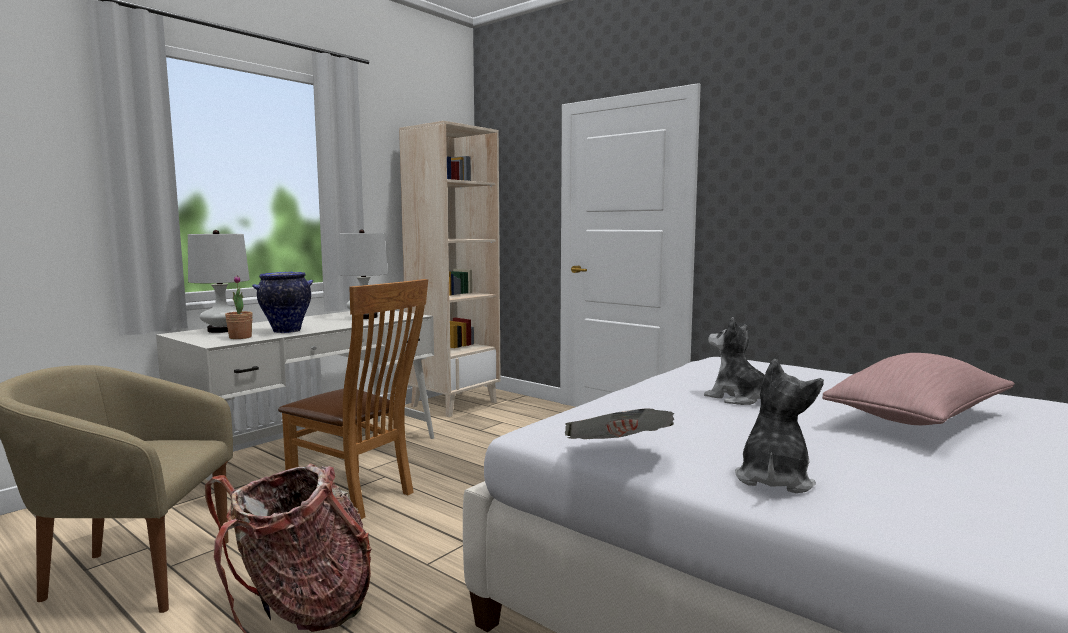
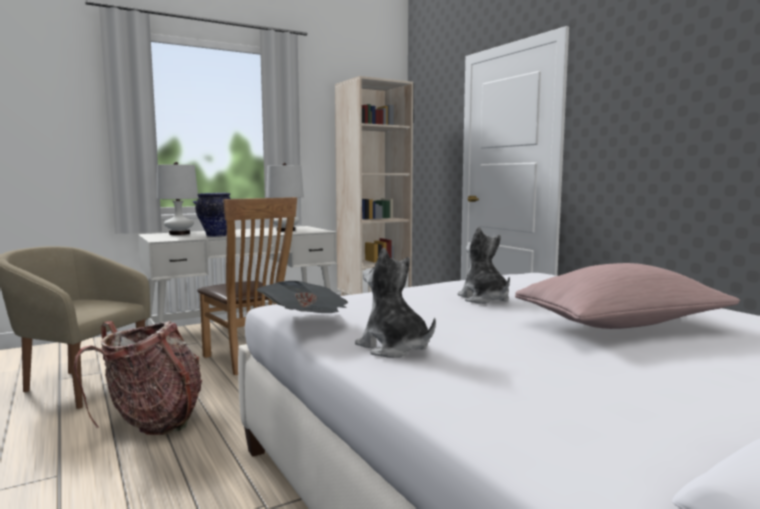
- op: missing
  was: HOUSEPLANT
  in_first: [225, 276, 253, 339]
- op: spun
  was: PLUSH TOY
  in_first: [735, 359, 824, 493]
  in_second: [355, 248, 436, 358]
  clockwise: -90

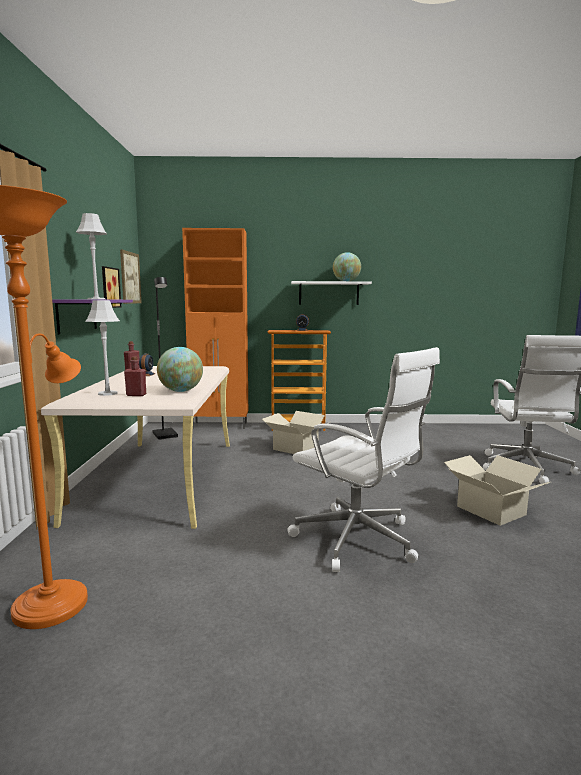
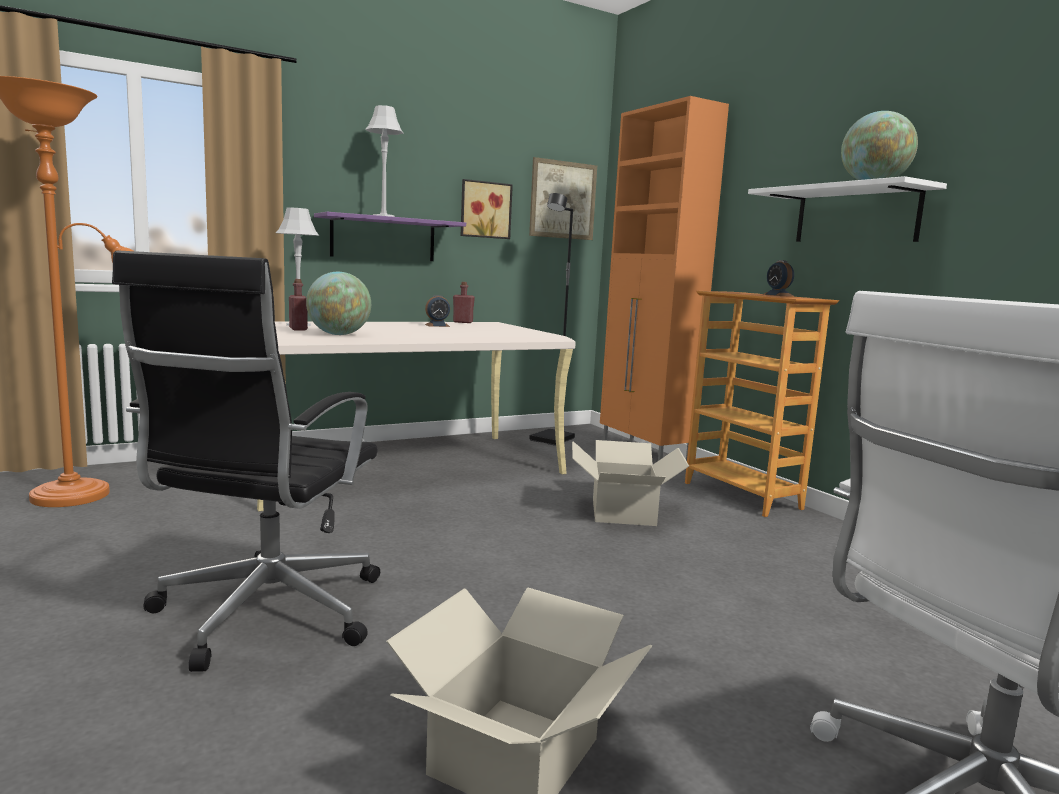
- op: colour
  was: WHITE-COLOURED OFFICE CHAIR
  now: BLACKISH OFFICE CHAIR
  in_first: [287, 347, 440, 572]
  in_second: [112, 250, 380, 672]

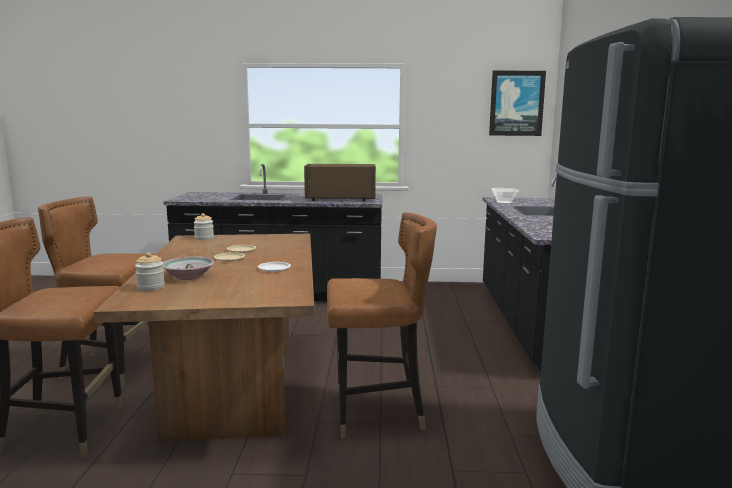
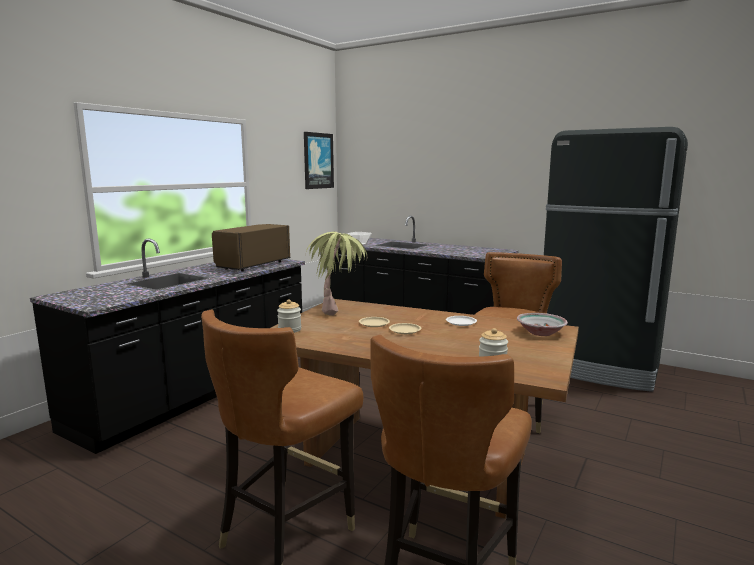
- op: relocated
  was: SERVING BOWL
  in_first: [162, 256, 214, 280]
  in_second: [517, 313, 568, 336]
- op: appeared
  now: HOUSEPLANT
  in_second: [306, 231, 367, 316]

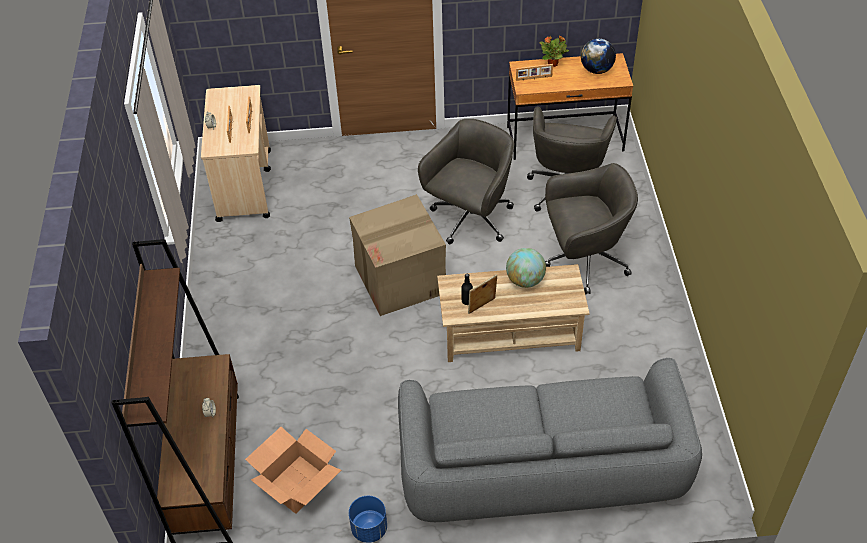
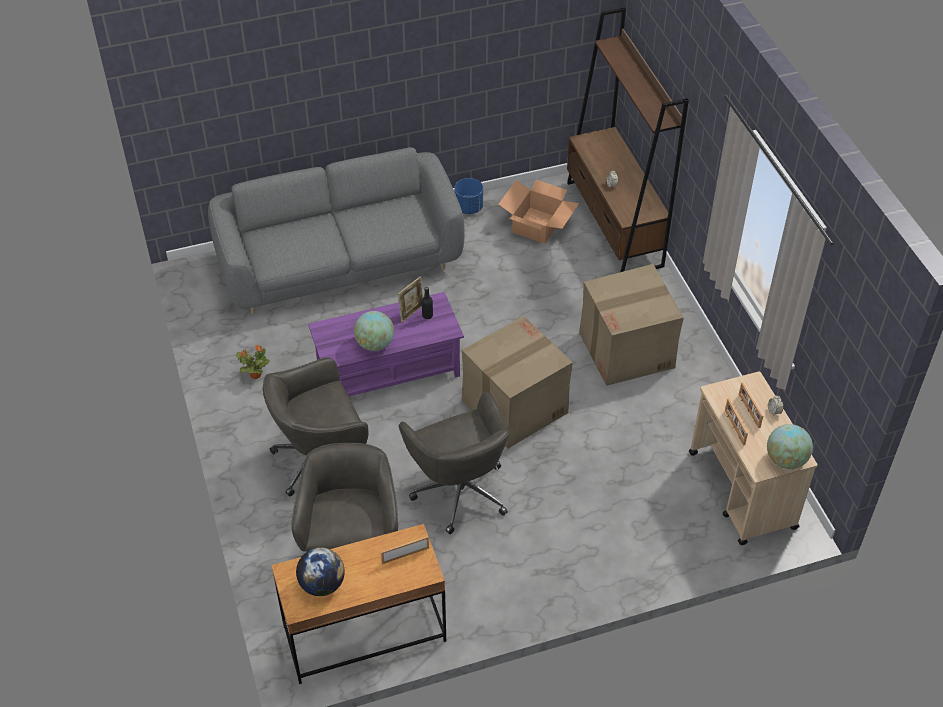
- op: spun
  was: GRAY OFFICE CHAIR
  in_first: [418, 119, 514, 244]
  in_second: [399, 392, 509, 534]
  clockwise: -45
- op: colour
  was: SAND-COLOURED LOUNGE TABLE
  now: PURPLE LOUNGE TABLE
  in_first: [437, 264, 590, 362]
  in_second: [308, 292, 464, 396]
- op: relocated
  was: HOUSEPLANT
  in_first: [539, 36, 569, 67]
  in_second: [236, 345, 270, 379]
- op: appeared
  now: CARTON
  in_second: [579, 264, 684, 386]
- op: appeared
  now: WORLD GLOBE
  in_second: [767, 424, 813, 469]

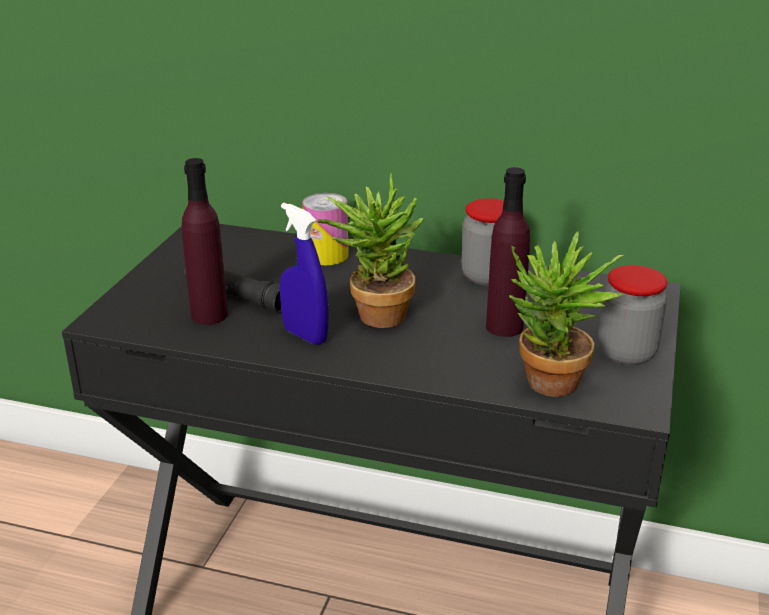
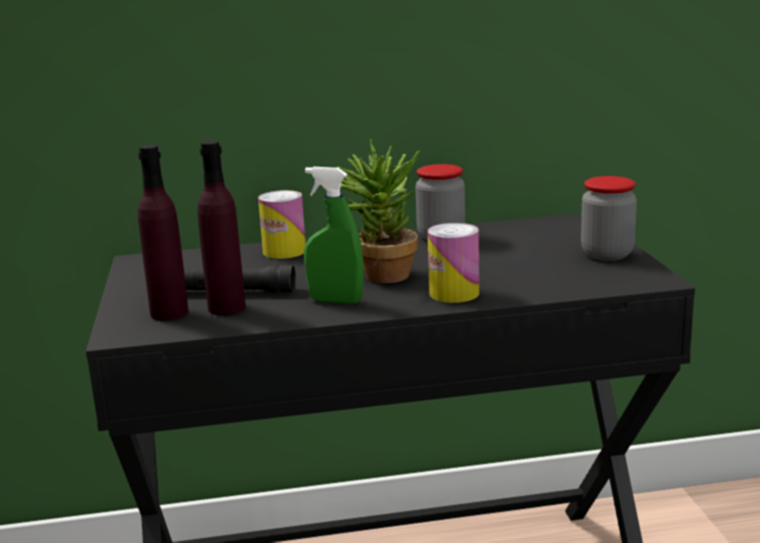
- op: colour
  was: BLUISH HAND SPRAYER
  now: GREENISH HAND SPRAYER
  in_first: [279, 203, 328, 345]
  in_second: [304, 166, 364, 304]
- op: relocated
  was: PURPLE BOTTLE
  in_first: [486, 167, 530, 337]
  in_second: [138, 145, 189, 320]
- op: missing
  was: HOUSEPLANT
  in_first: [509, 231, 624, 397]
- op: appeared
  now: METAL CAN
  in_second: [428, 223, 479, 303]

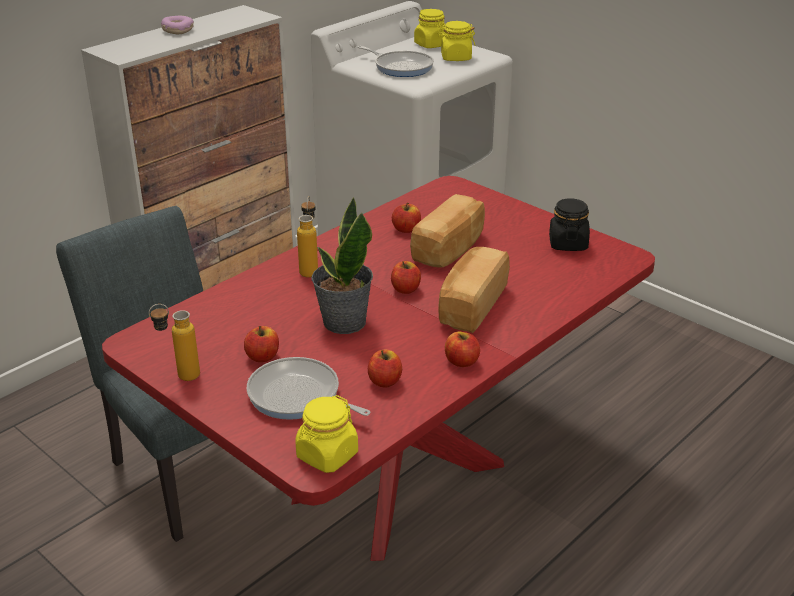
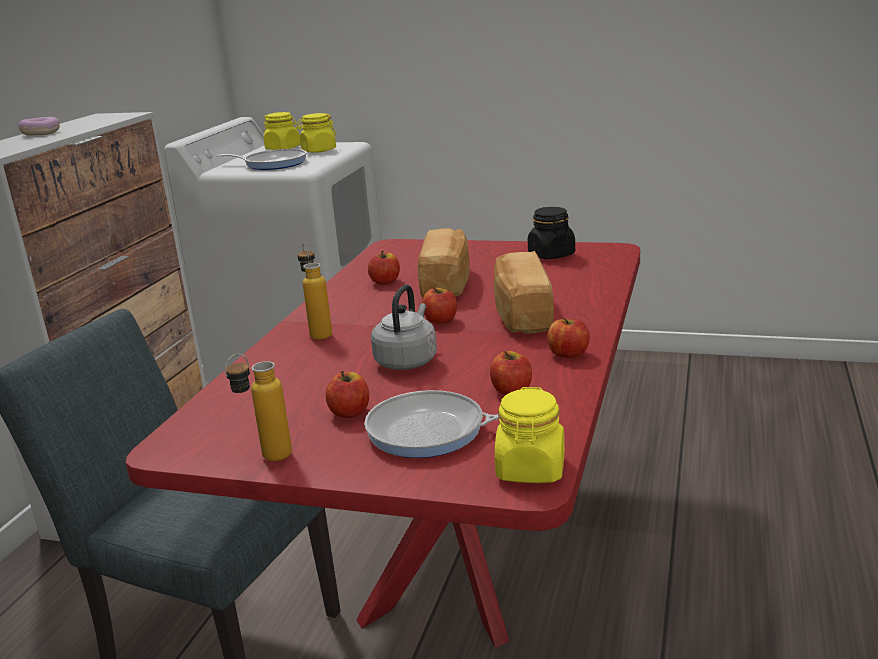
- op: exchanged
  was: HOUSEPLANT
  now: GRAY WATER KETTLE
  in_first: [312, 197, 373, 334]
  in_second: [371, 285, 437, 370]

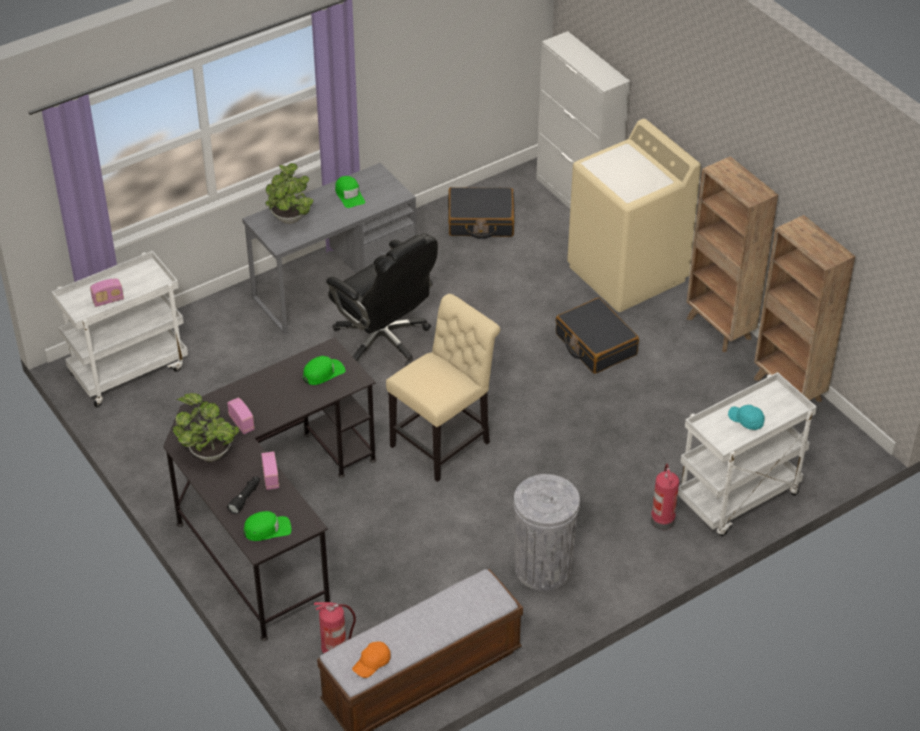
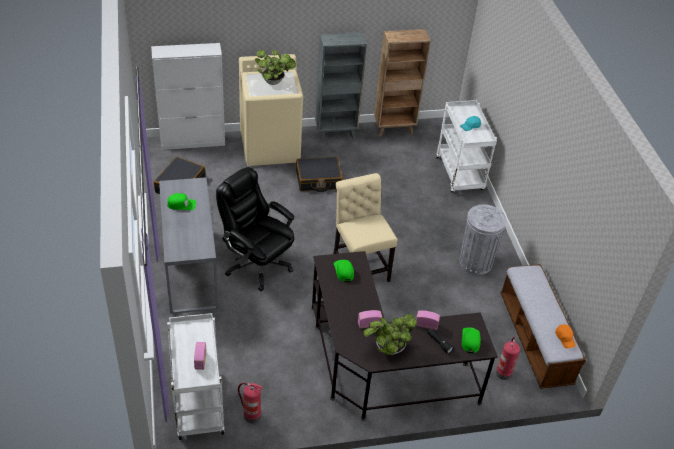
- op: relocated
  was: HOUSEPLANT
  in_first: [265, 163, 314, 224]
  in_second: [255, 50, 296, 85]
- op: spun
  was: BLACKISH OFFICE CHAIR
  in_first: [326, 233, 438, 366]
  in_second: [216, 167, 294, 291]
  clockwise: -120
- op: relocated
  was: FIRE-FIGHTING CYLINDER
  in_first: [651, 464, 679, 530]
  in_second: [238, 383, 262, 423]
- op: colour
  was: BROWN-COLOURED BOOKCASE
  now: GRAY BOOKCASE
  in_first: [687, 156, 778, 352]
  in_second: [315, 32, 367, 141]

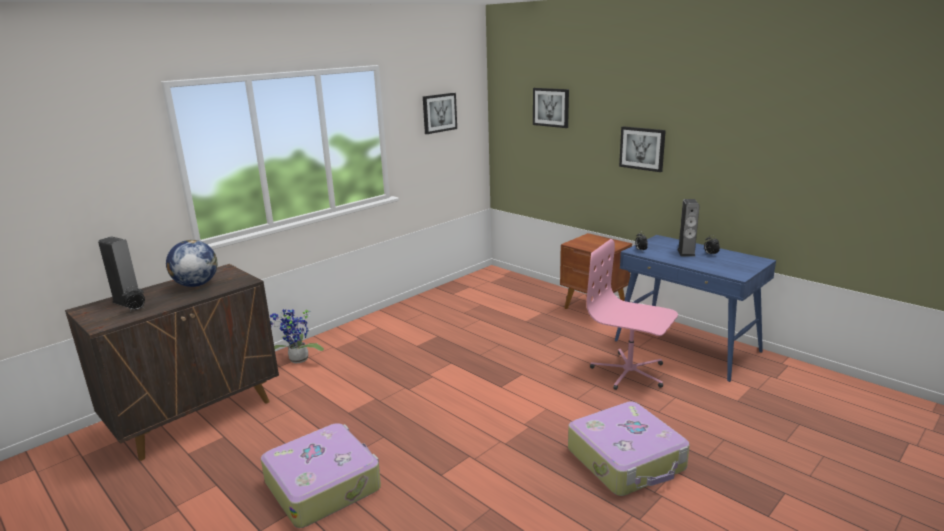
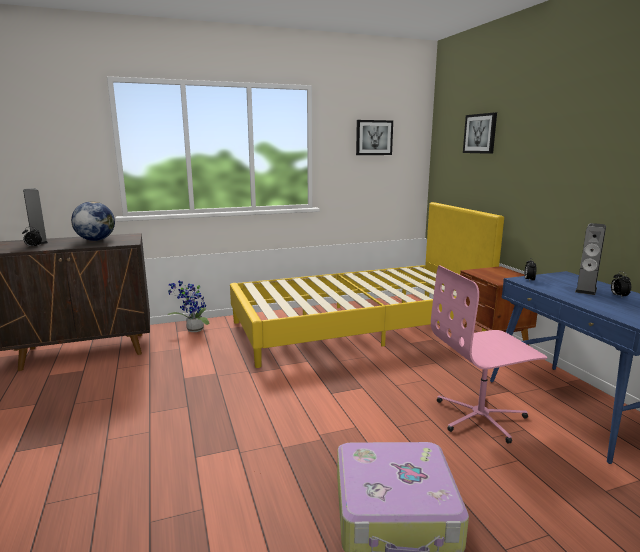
- op: missing
  was: PIECE OF LUGGAGE
  in_first: [260, 423, 381, 528]
- op: spun
  was: PINK-COLOURED OFFICE CHAIR
  in_first: [586, 239, 678, 390]
  in_second: [431, 265, 548, 444]
  clockwise: -75
- op: missing
  was: PICTURE
  in_first: [619, 126, 666, 172]
- op: appeared
  now: YELLOWISH SLEEPING BED
  in_second: [230, 202, 504, 368]

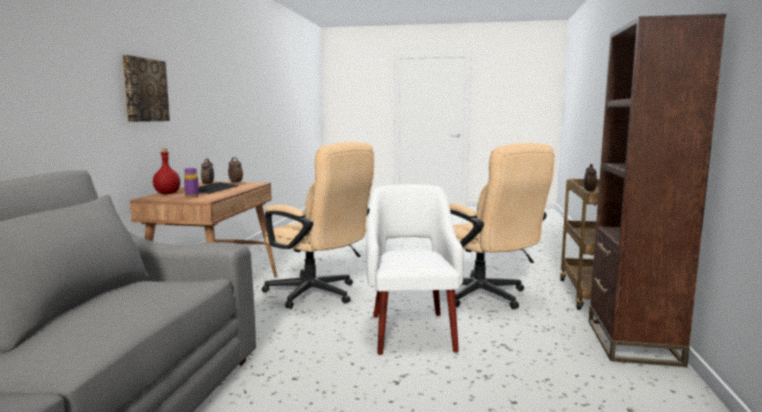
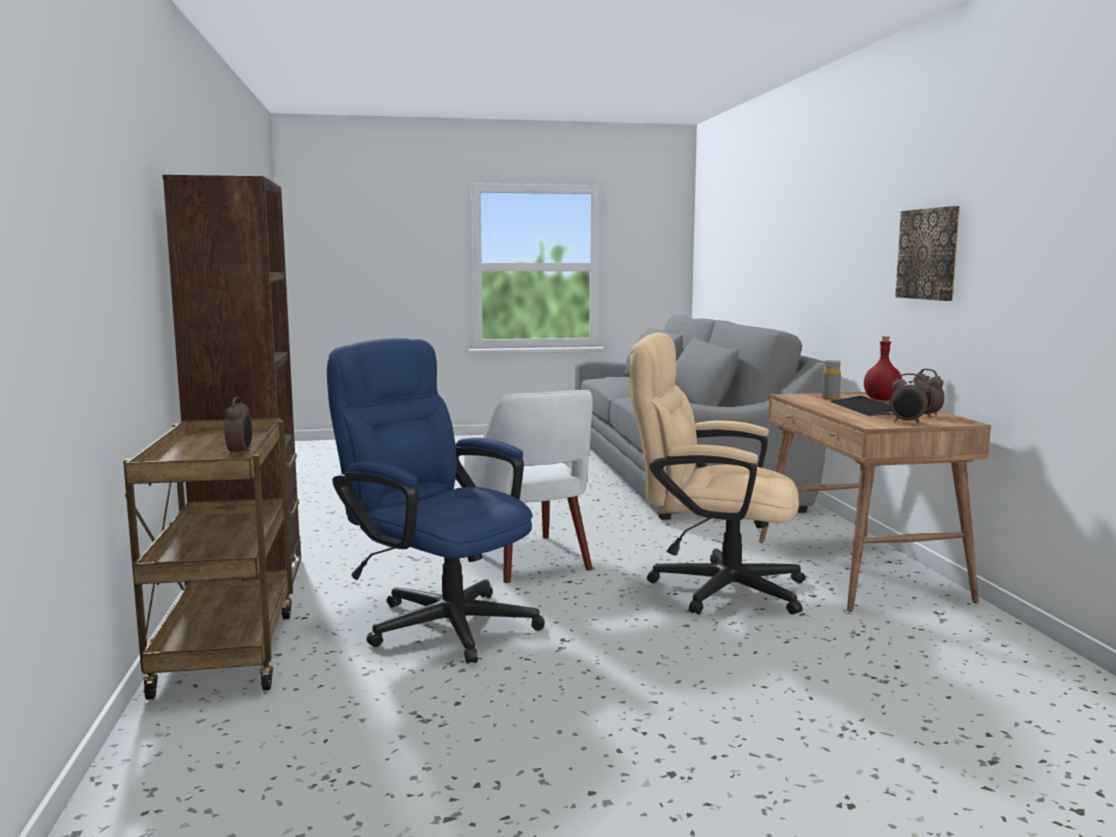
- op: colour
  was: PURPLE BOTTLE
  now: GRAY BOTTLE
  in_first: [184, 168, 199, 197]
  in_second: [821, 360, 841, 400]
- op: colour
  was: SAND-COLOURED OFFICE CHAIR
  now: BLUISH OFFICE CHAIR
  in_first: [449, 143, 555, 309]
  in_second: [327, 338, 545, 664]

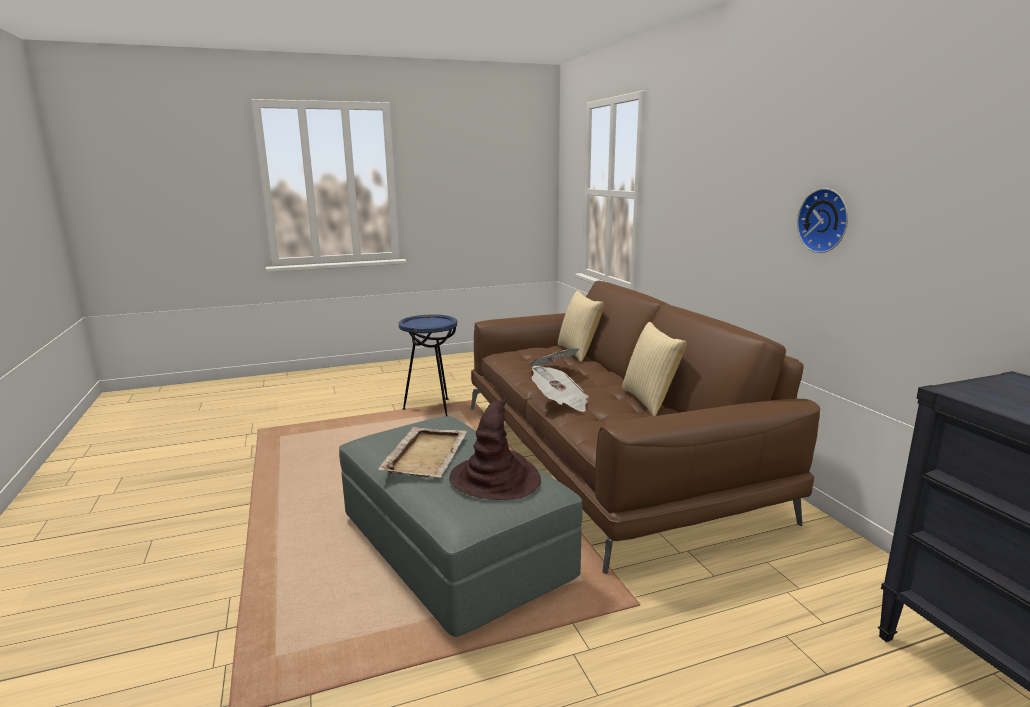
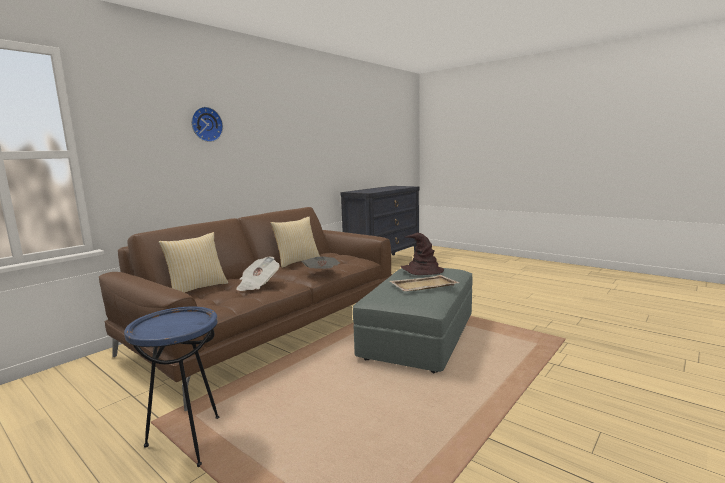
- op: relocated
  was: WALL CLOCK
  in_first: [797, 188, 848, 253]
  in_second: [191, 107, 223, 142]

